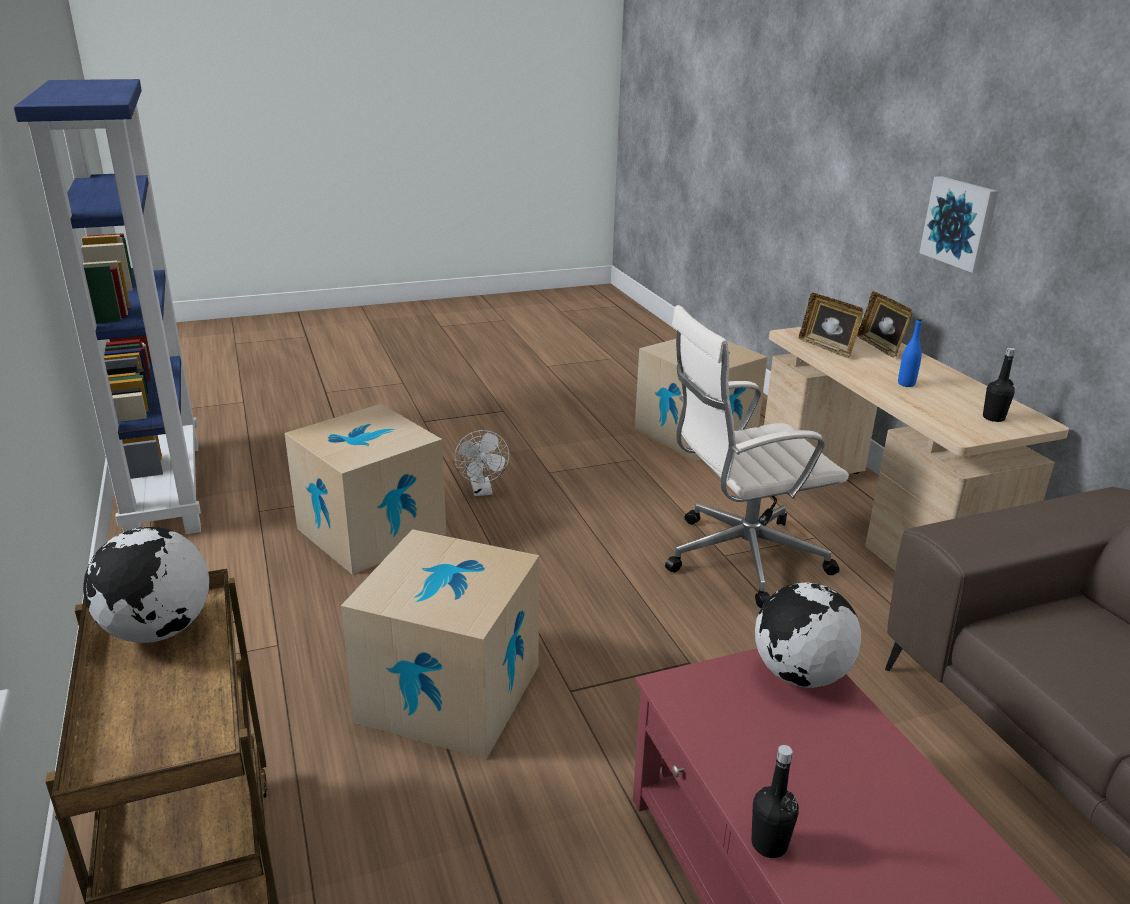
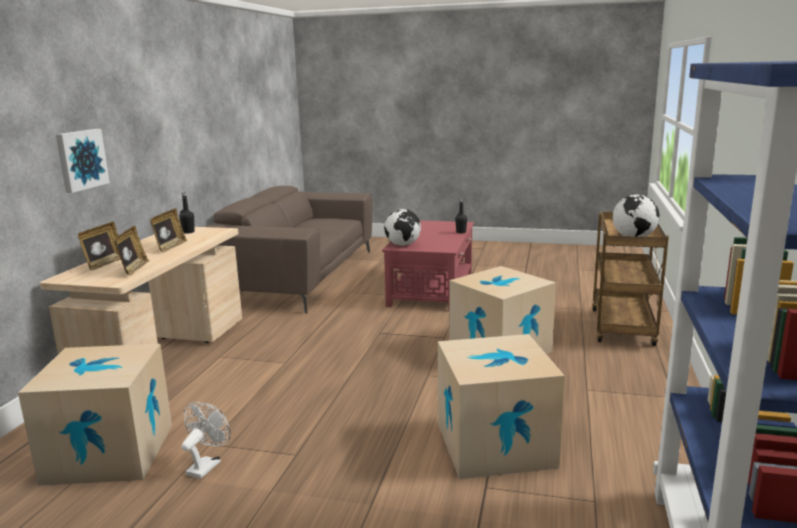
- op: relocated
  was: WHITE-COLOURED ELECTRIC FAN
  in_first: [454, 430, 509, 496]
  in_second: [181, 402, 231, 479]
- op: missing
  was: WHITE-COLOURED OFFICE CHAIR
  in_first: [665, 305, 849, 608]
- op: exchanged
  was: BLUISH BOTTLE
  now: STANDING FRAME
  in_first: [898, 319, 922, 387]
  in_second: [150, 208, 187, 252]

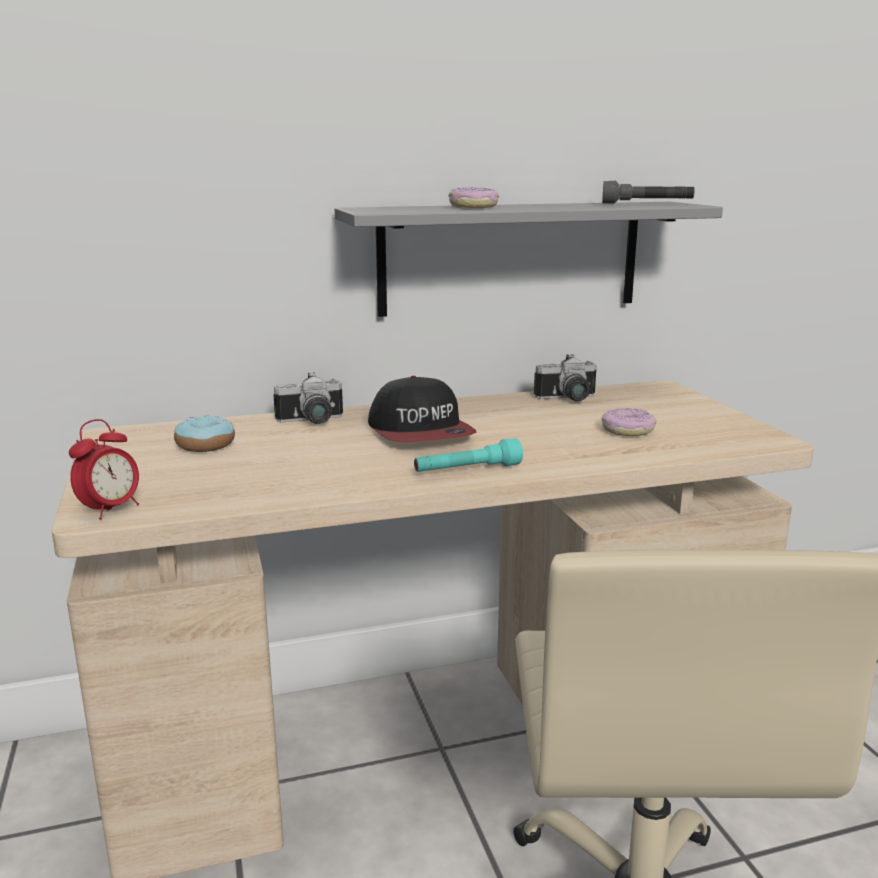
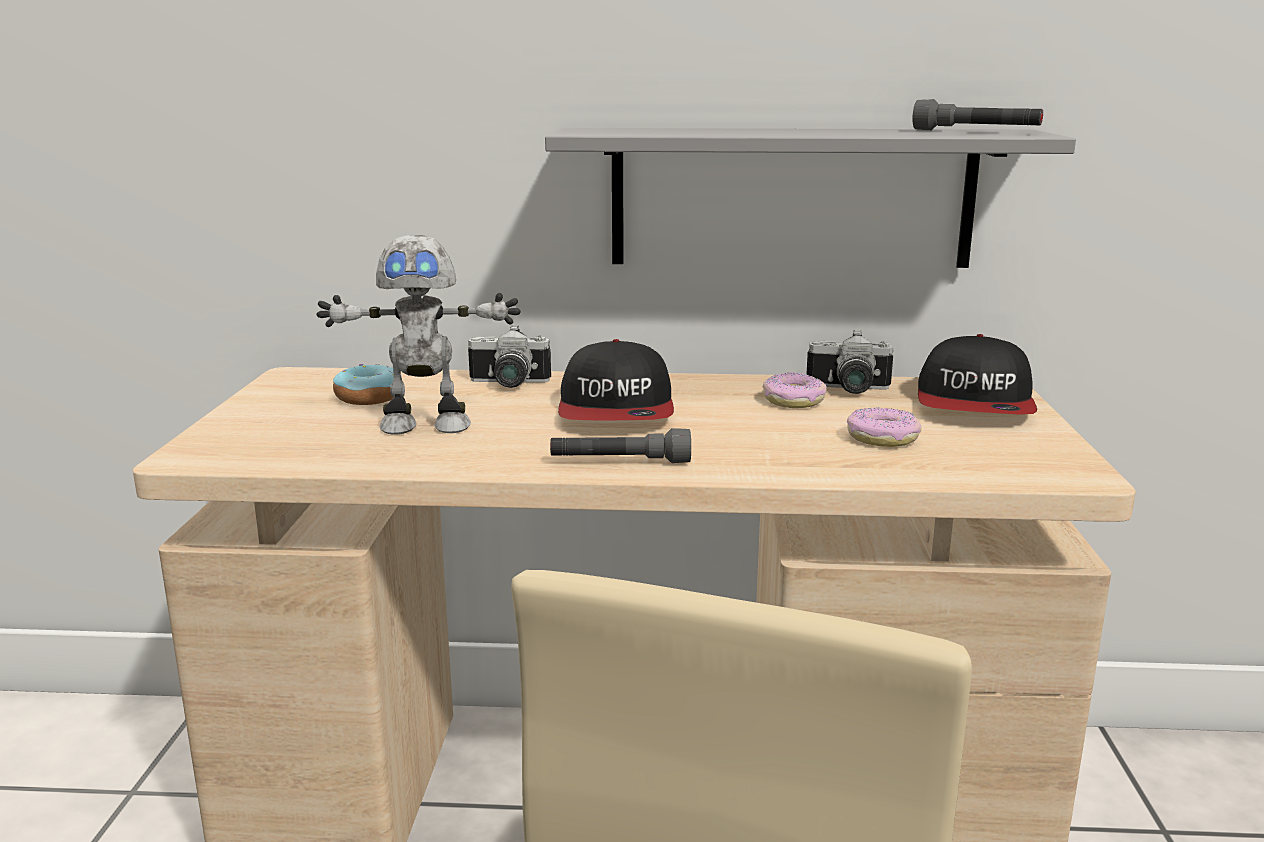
- op: missing
  was: BEDSIDE CLOCK
  in_first: [69, 419, 139, 520]
- op: colour
  was: TURQUOISE-COLOURED FLASHLIGHT
  now: GRAY FLASHLIGHT
  in_first: [414, 438, 523, 472]
  in_second: [550, 428, 691, 463]
- op: relocated
  was: DOUGHNUT
  in_first: [448, 187, 499, 208]
  in_second: [763, 372, 826, 408]
- op: appeared
  now: MODEL ROBOT
  in_second: [317, 235, 521, 434]
- op: appeared
  now: PEAKED CAP
  in_second: [918, 334, 1037, 415]

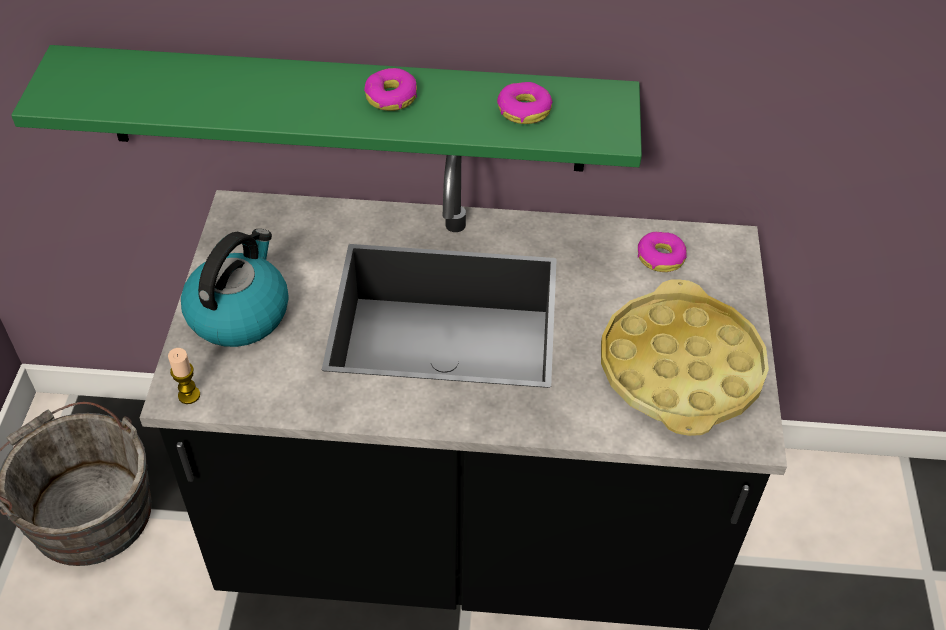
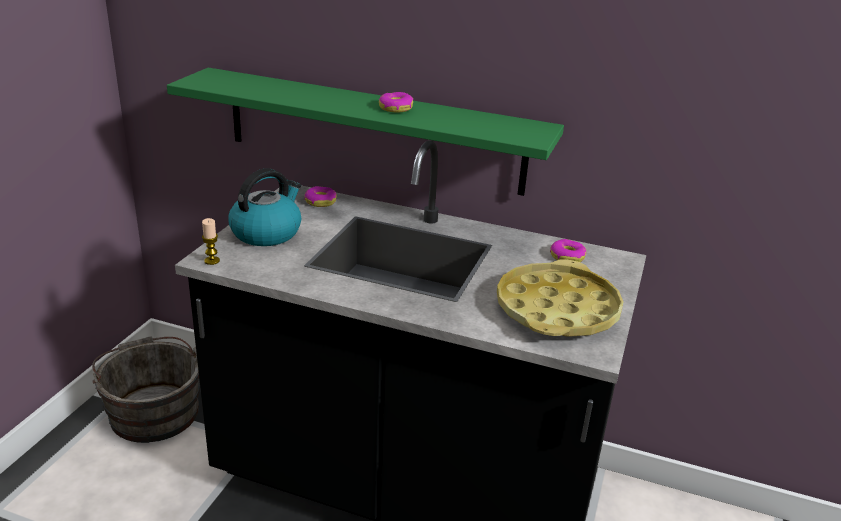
- op: relocated
  was: DOUGHNUT
  in_first: [497, 82, 552, 124]
  in_second: [304, 186, 337, 207]

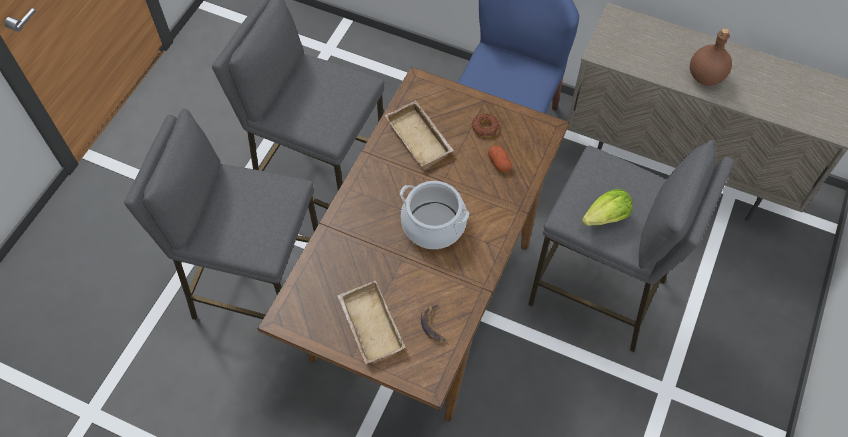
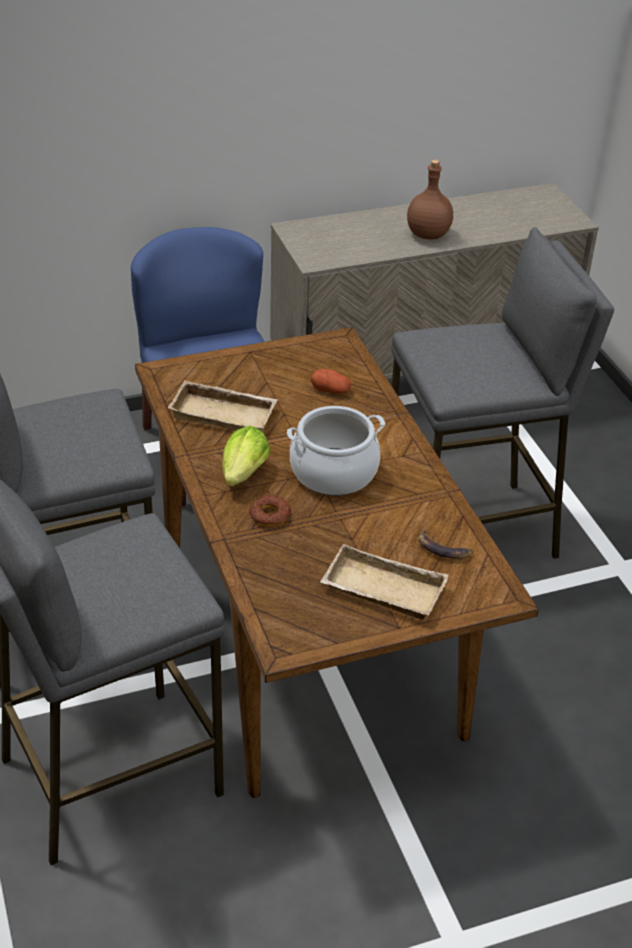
- op: relocated
  was: DOUGHNUT
  in_first: [472, 114, 499, 137]
  in_second: [249, 495, 292, 527]
- op: relocated
  was: HEAD OF LETTUCE
  in_first: [582, 189, 633, 226]
  in_second: [222, 426, 271, 486]

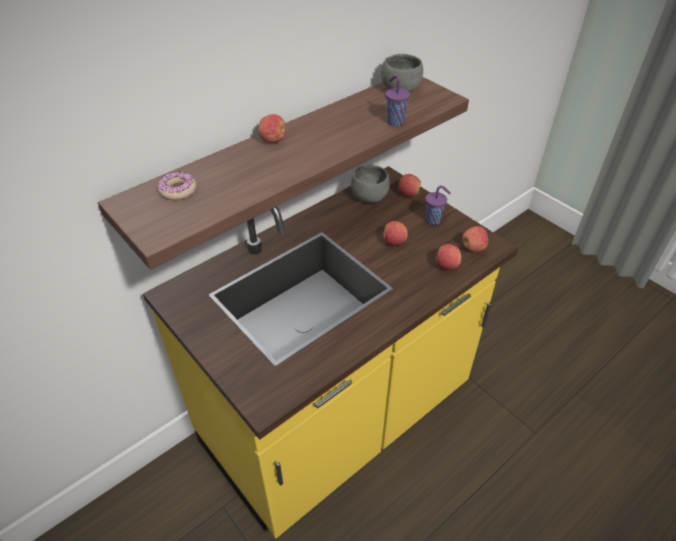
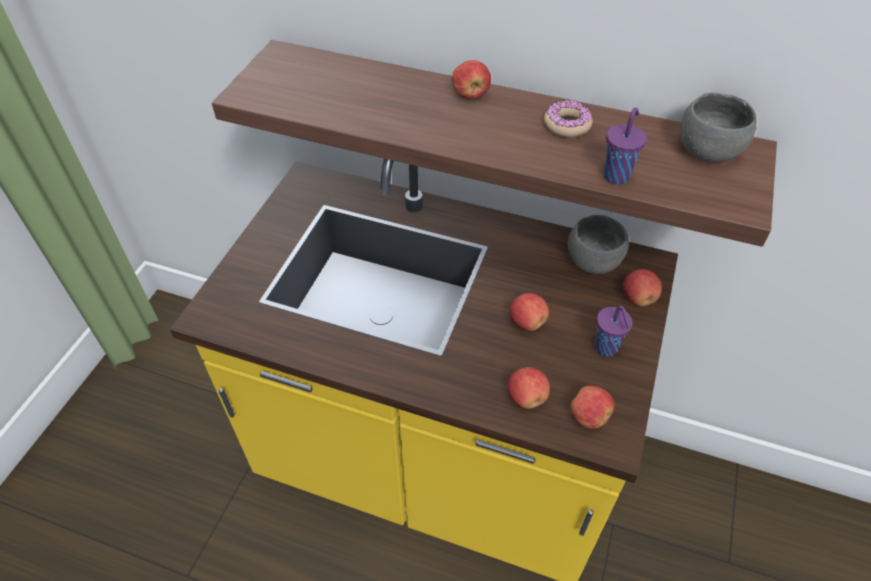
- op: relocated
  was: DOUGHNUT
  in_first: [158, 172, 196, 201]
  in_second: [544, 99, 593, 138]

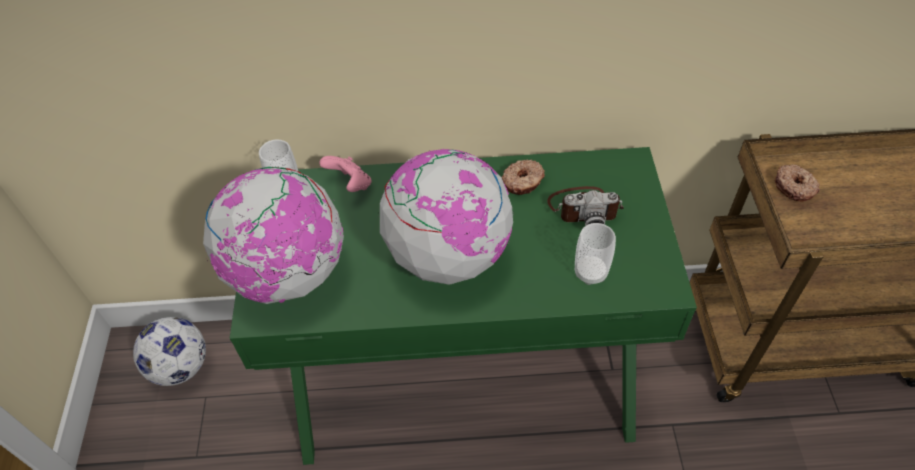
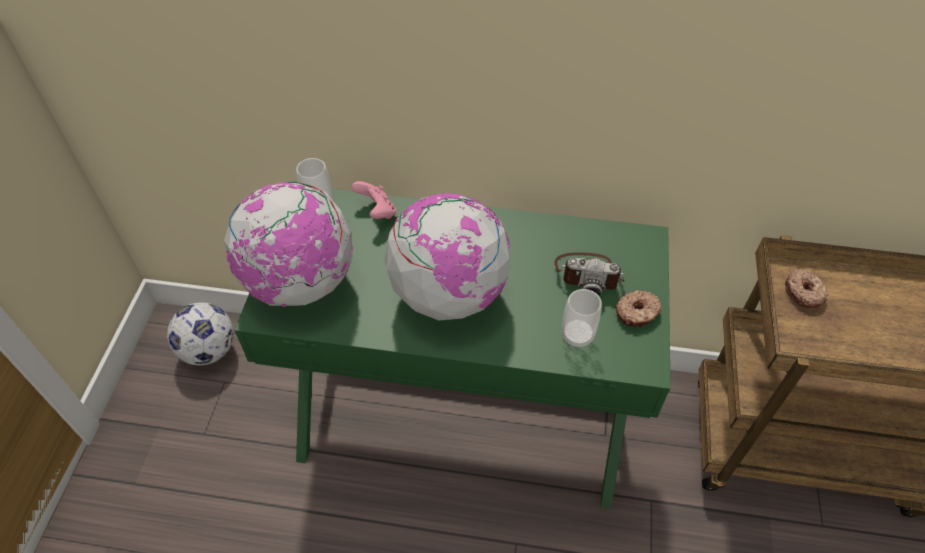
- op: relocated
  was: DOUGHNUT
  in_first: [501, 159, 545, 195]
  in_second: [615, 290, 662, 327]

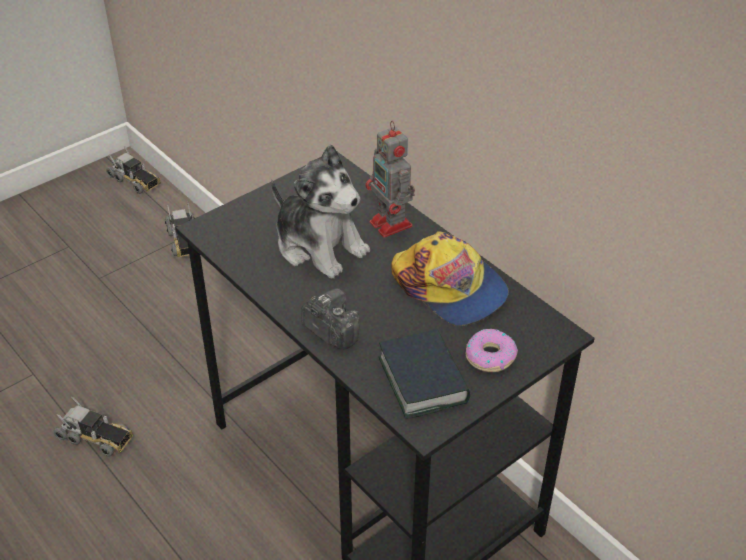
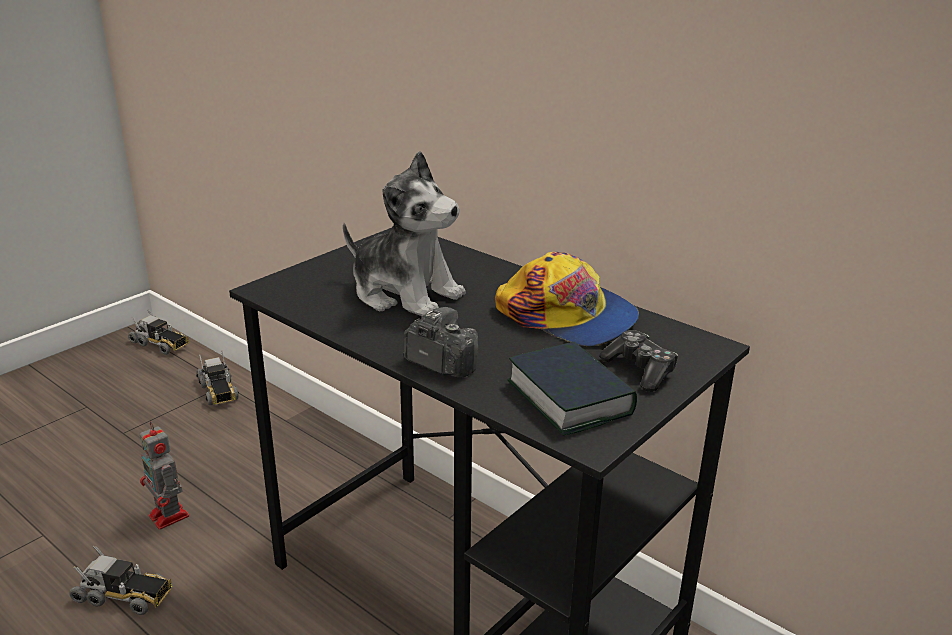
- op: relocated
  was: MODEL ROBOT
  in_first: [365, 121, 415, 238]
  in_second: [140, 421, 189, 530]
- op: exchanged
  was: DOUGHNUT
  now: JOYPAD
  in_first: [466, 329, 518, 372]
  in_second: [599, 330, 679, 392]

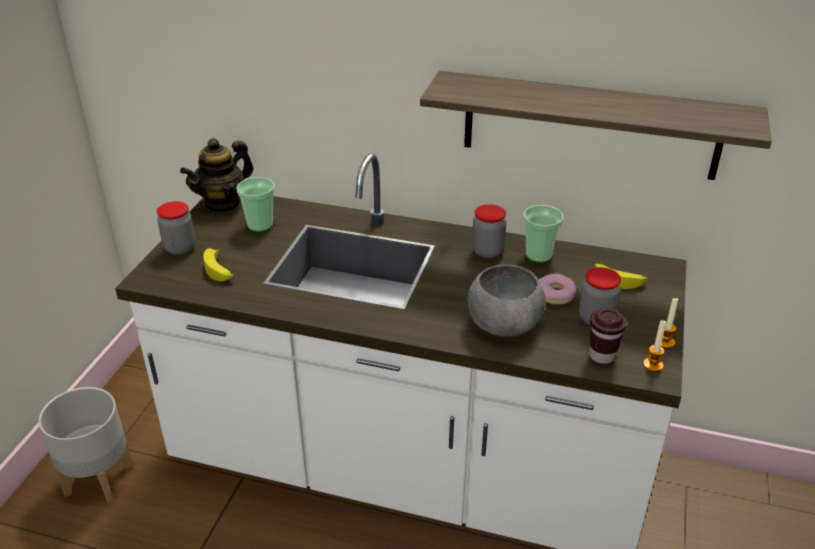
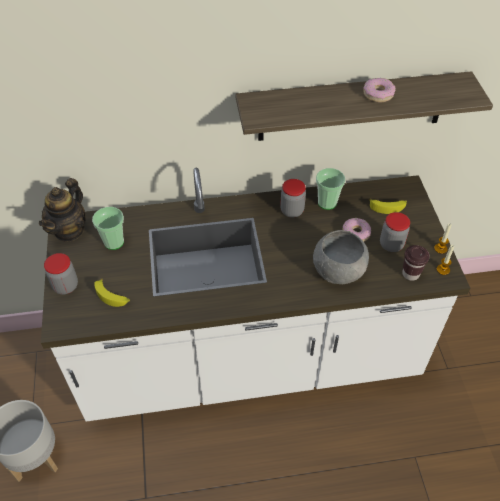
- op: appeared
  now: DOUGHNUT
  in_second: [363, 78, 395, 102]

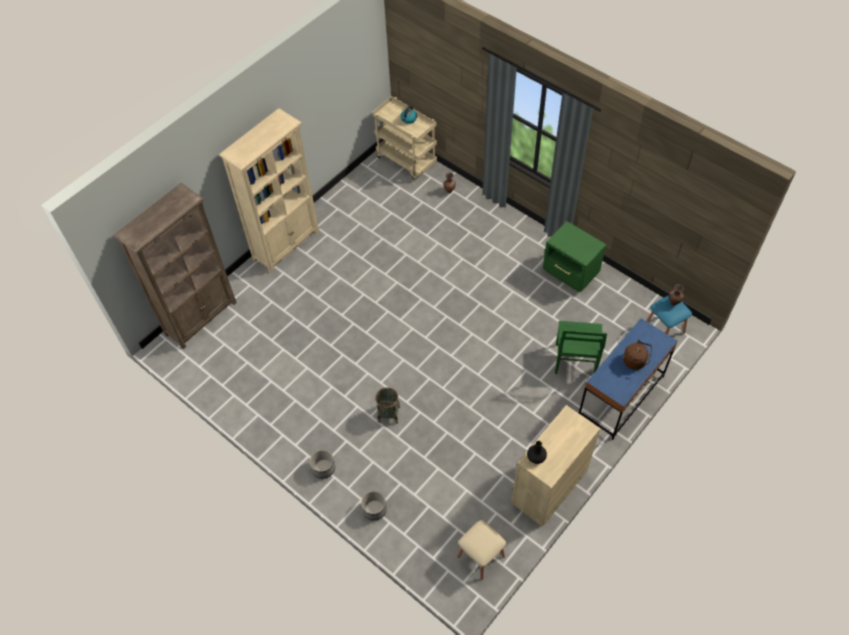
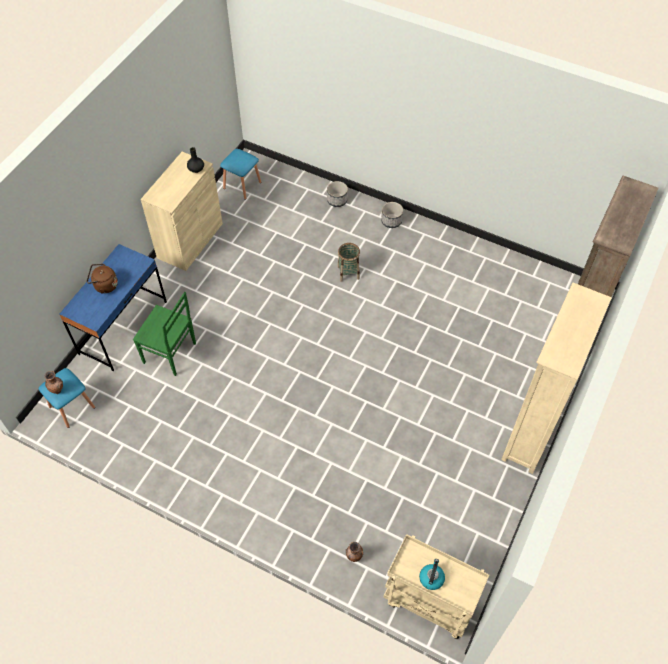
- op: colour
  was: SAND-COLOURED STOOL SEAT
  now: BLUISH STOOL SEAT
  in_first: [457, 520, 506, 580]
  in_second: [220, 149, 261, 200]
- op: missing
  was: GREENISH NIGHT TABLE
  in_first: [543, 221, 606, 292]
- op: spun
  was: GREENISH UPRIGHT CHAIR
  in_first: [555, 321, 607, 374]
  in_second: [133, 292, 196, 376]
  clockwise: 120

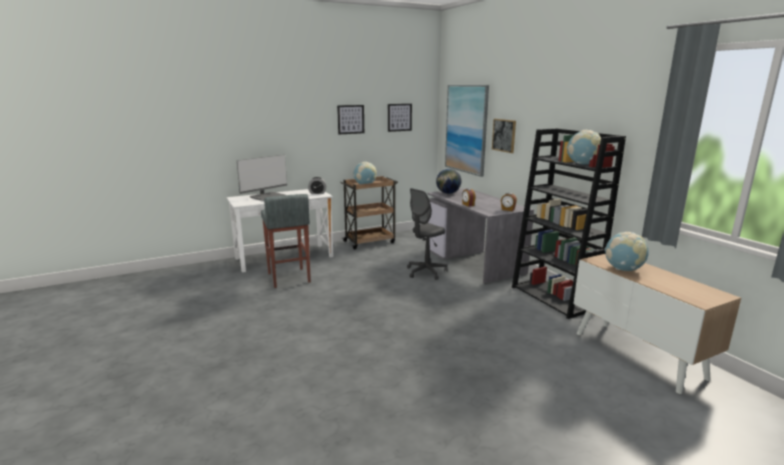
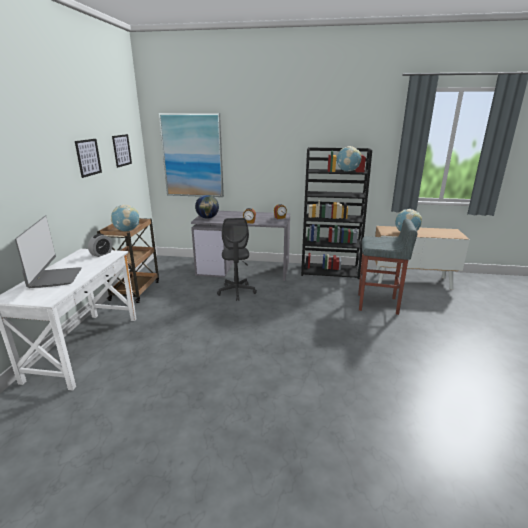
- op: relocated
  was: GRAY STOOL SEAT
  in_first: [261, 194, 311, 288]
  in_second: [358, 219, 417, 315]
- op: missing
  was: PICTURE
  in_first: [492, 119, 516, 153]

